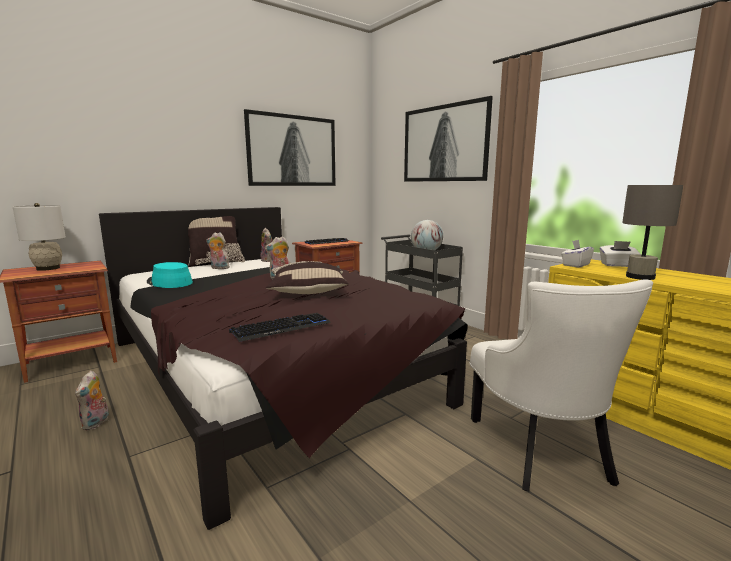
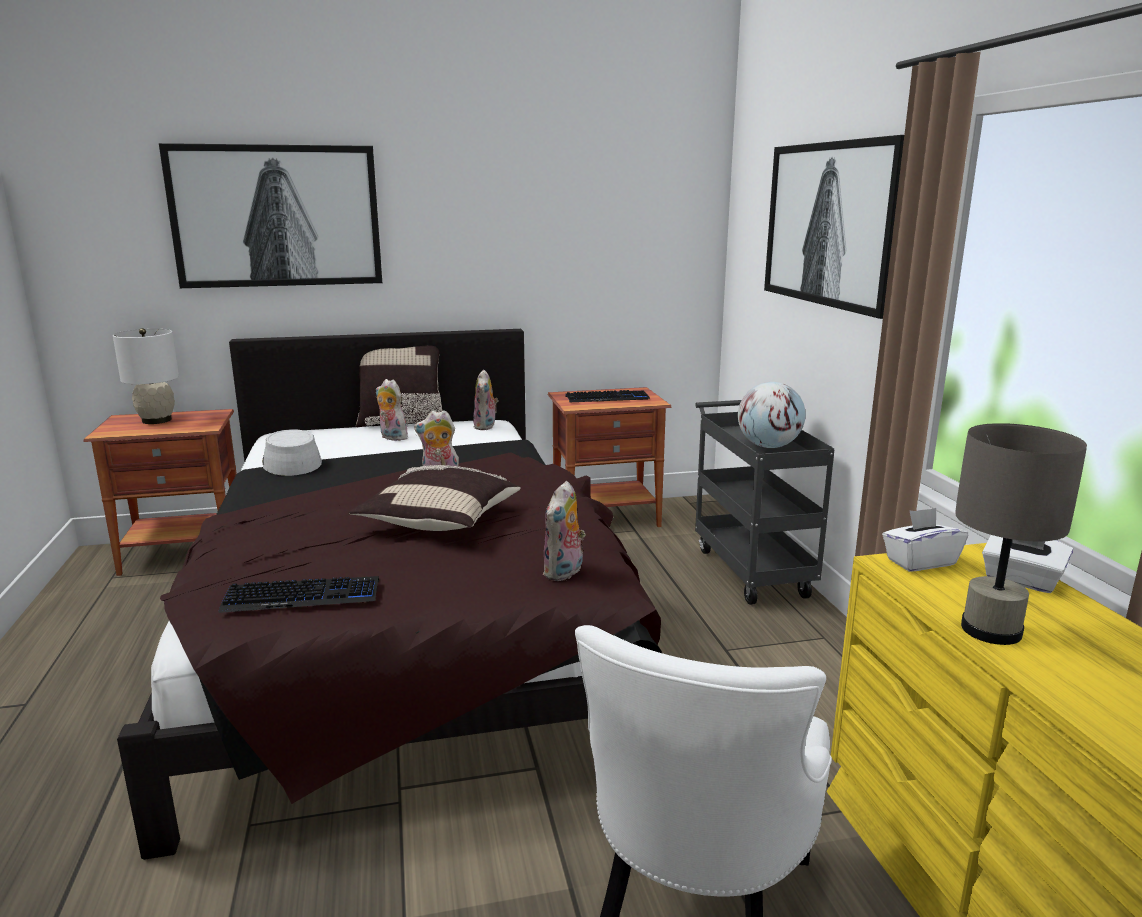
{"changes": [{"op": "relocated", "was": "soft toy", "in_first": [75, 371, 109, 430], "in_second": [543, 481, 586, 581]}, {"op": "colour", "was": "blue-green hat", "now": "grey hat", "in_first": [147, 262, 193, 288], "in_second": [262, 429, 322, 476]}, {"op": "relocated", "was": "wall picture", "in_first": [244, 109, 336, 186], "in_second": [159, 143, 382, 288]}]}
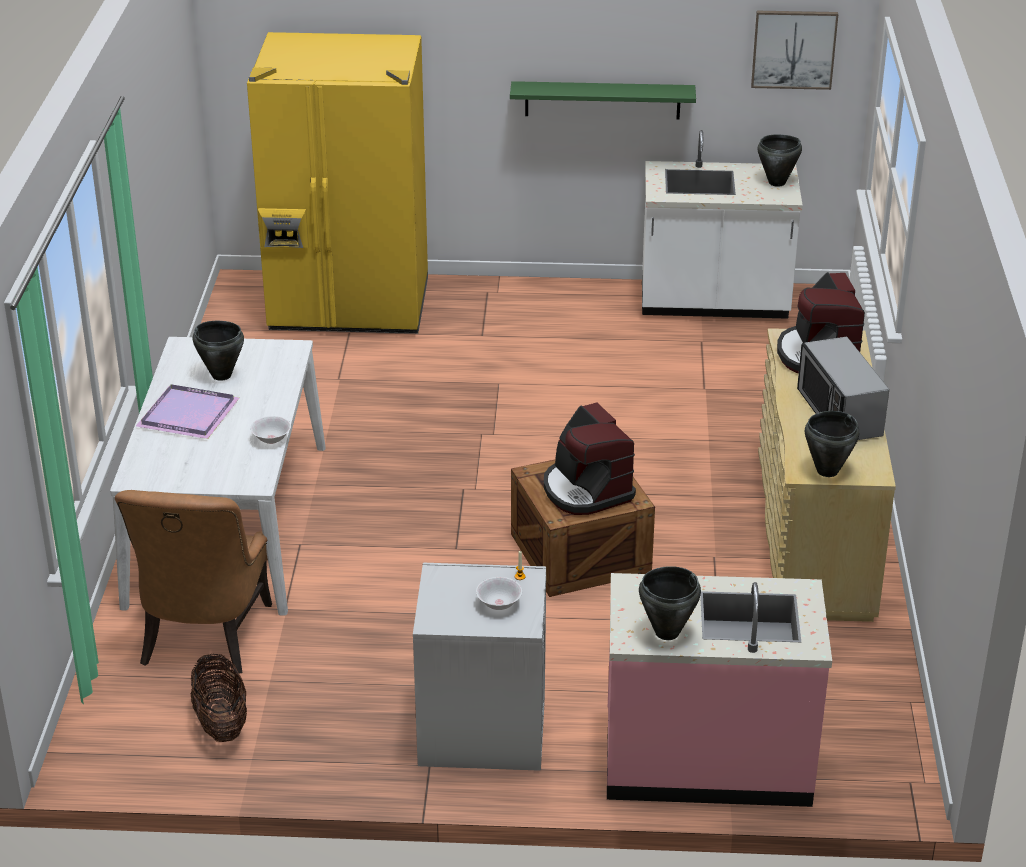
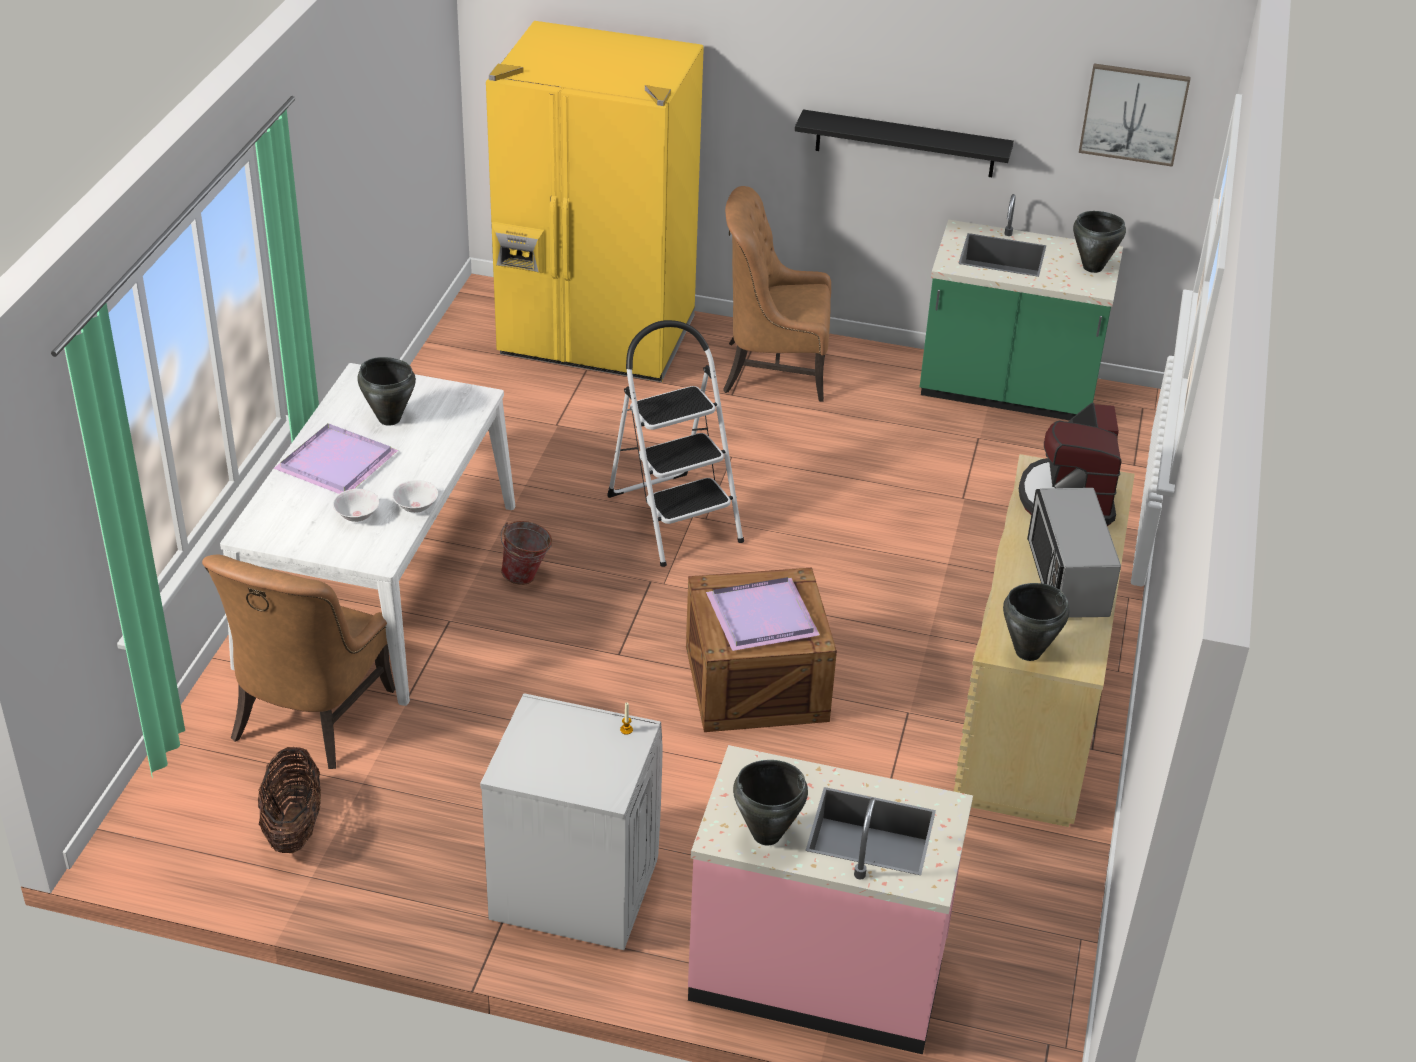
{"changes": [{"op": "relocated", "was": "white serving bowl", "in_first": [476, 577, 522, 610], "in_second": [332, 489, 379, 522]}, {"op": "colour", "was": "greenish bracket shelf", "now": "blackish bracket shelf", "in_first": [510, 81, 696, 119], "in_second": [795, 110, 1014, 177]}, {"op": "exchanged", "was": "coffee brewer", "now": "purple-coloured tray", "in_first": [544, 402, 636, 515], "in_second": [706, 577, 820, 651]}, {"op": "colour", "was": "white counter", "now": "greenish counter", "in_first": [642, 130, 803, 319], "in_second": [920, 194, 1123, 420]}, {"op": "appeared", "now": "bucket", "in_second": [501, 521, 552, 585]}, {"op": "appeared", "now": "stepladder", "in_second": [607, 320, 744, 567]}, {"op": "appeared", "now": "brown chair", "in_second": [723, 186, 831, 402]}]}
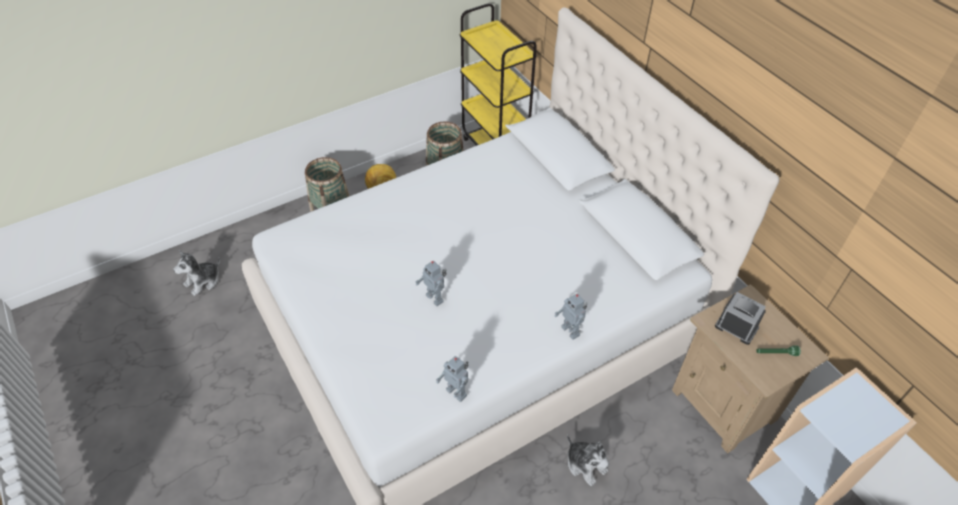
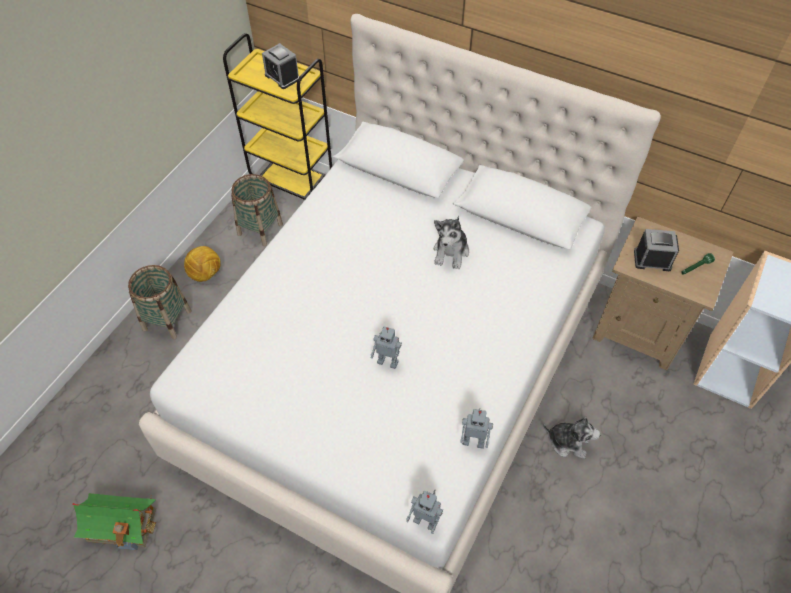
{"changes": [{"op": "relocated", "was": "soft toy", "in_first": [173, 250, 220, 296], "in_second": [434, 216, 469, 270]}, {"op": "relocated", "was": "model robot", "in_first": [555, 294, 588, 340], "in_second": [406, 490, 443, 534]}, {"op": "appeared", "now": "miniature house", "in_second": [72, 493, 156, 550]}, {"op": "appeared", "now": "alarm clock", "in_second": [262, 43, 299, 89]}]}
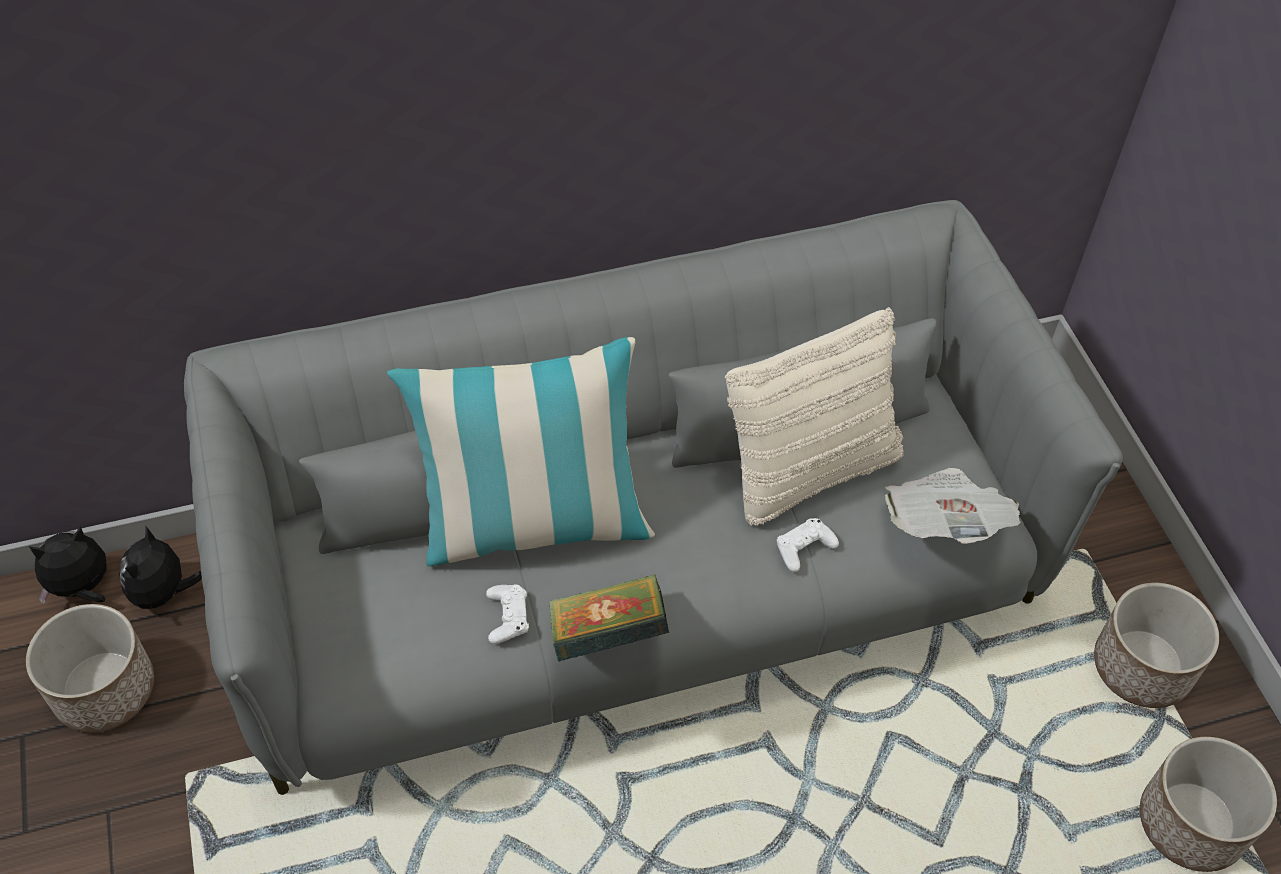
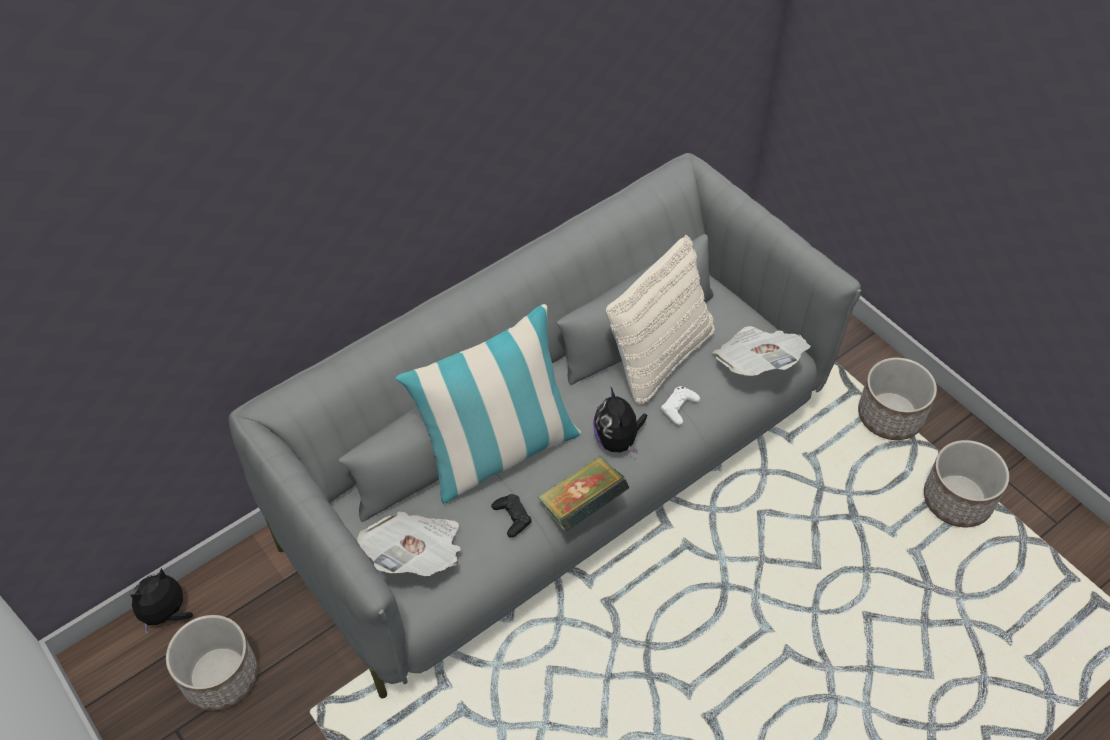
{"changes": [{"op": "relocated", "was": "soft toy", "in_first": [119, 525, 202, 618], "in_second": [593, 388, 647, 454]}, {"op": "colour", "was": "white joypad", "now": "blackish joypad", "in_first": [486, 584, 529, 644], "in_second": [491, 494, 532, 538]}, {"op": "appeared", "now": "printed paper", "in_second": [357, 511, 461, 576]}]}
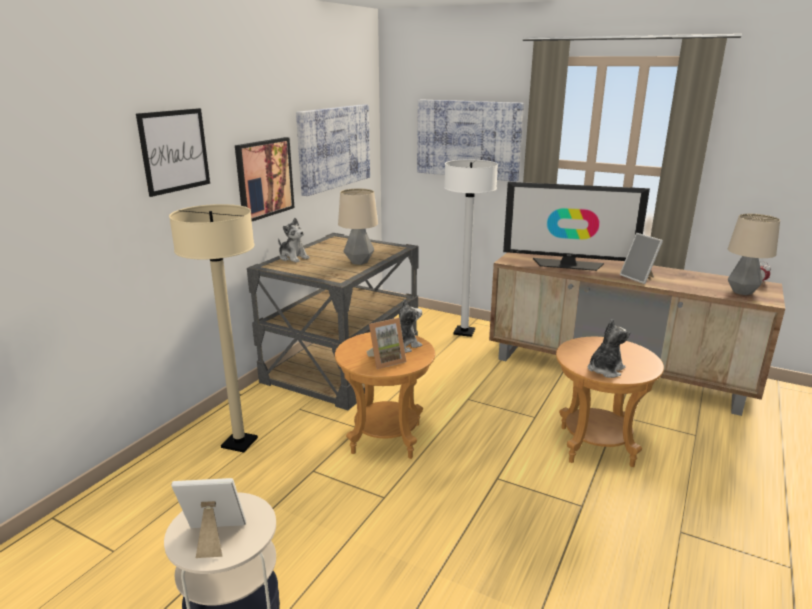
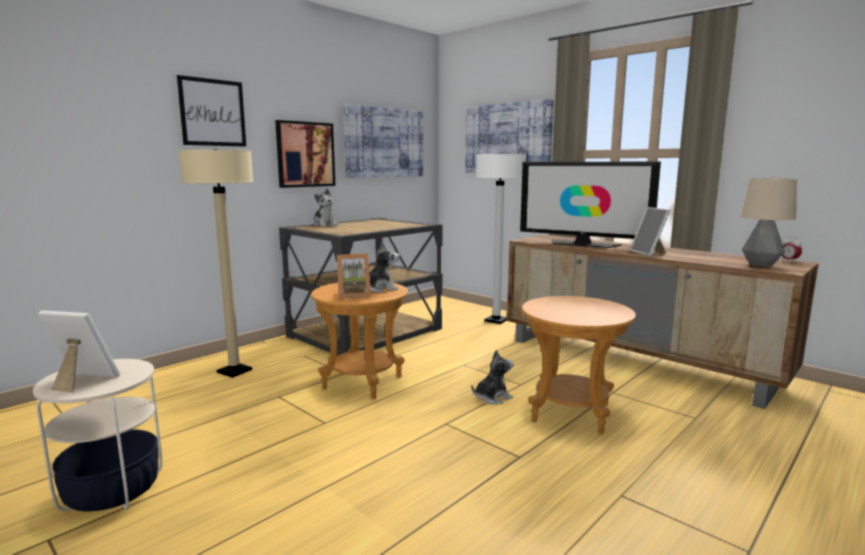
{"changes": [{"op": "missing", "was": "lamp for a table", "in_first": [338, 188, 378, 265]}, {"op": "relocated", "was": "soft toy", "in_first": [588, 319, 631, 378], "in_second": [471, 350, 513, 405]}]}
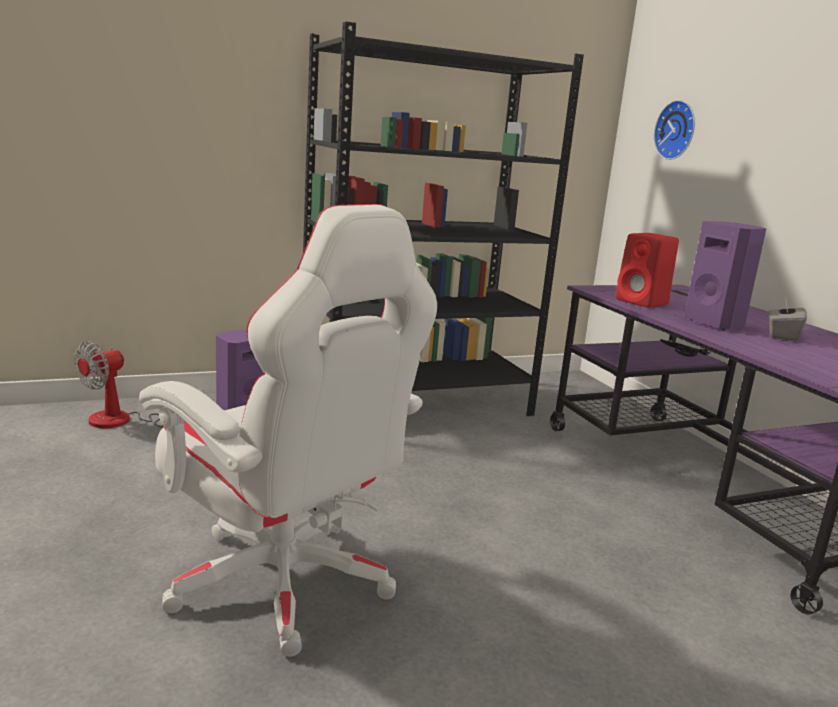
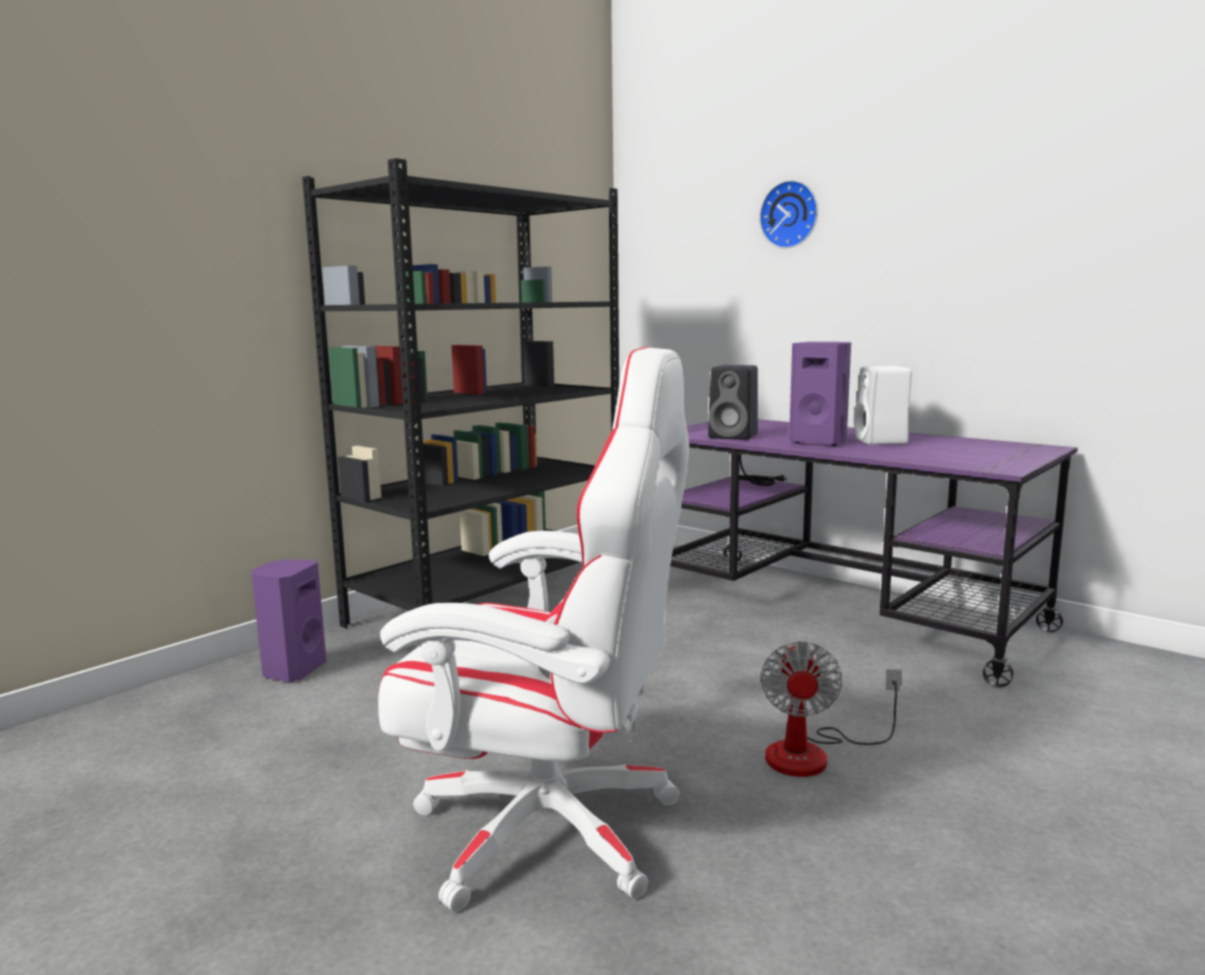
{"changes": [{"op": "relocated", "was": "fan", "in_first": [74, 341, 203, 428], "in_second": [760, 641, 903, 777]}, {"op": "colour", "was": "red-coloured speaker", "now": "blackish speaker", "in_first": [616, 233, 679, 308], "in_second": [708, 365, 758, 440]}, {"op": "relocated", "was": "clock on the wall", "in_first": [654, 100, 695, 160], "in_second": [759, 180, 818, 248]}, {"op": "exchanged", "was": "grey box of tissues", "now": "white speaker", "in_first": [769, 298, 807, 342], "in_second": [854, 366, 912, 445]}]}
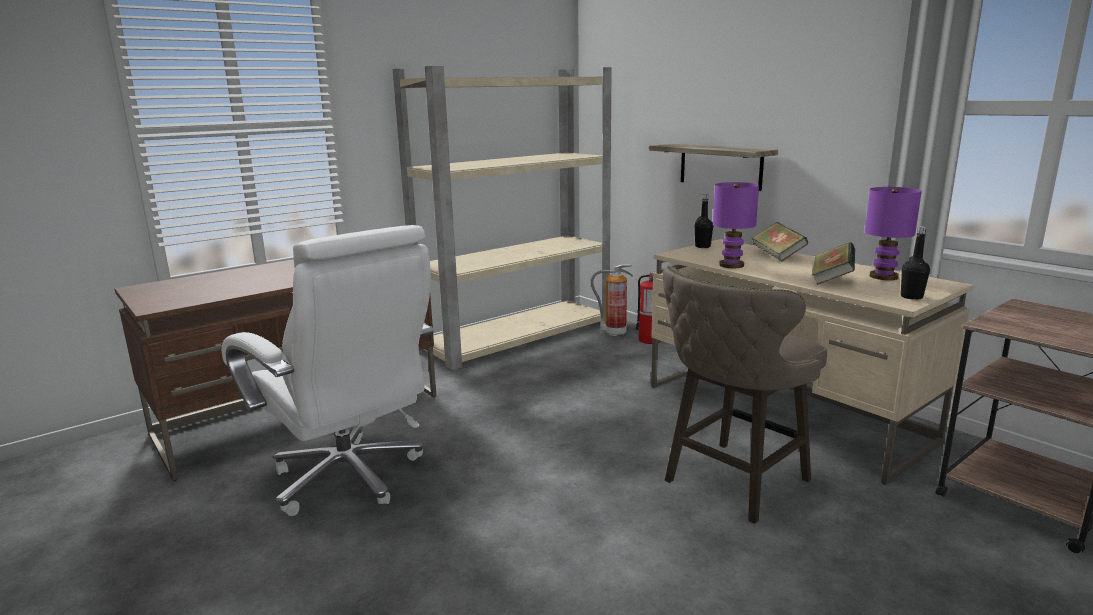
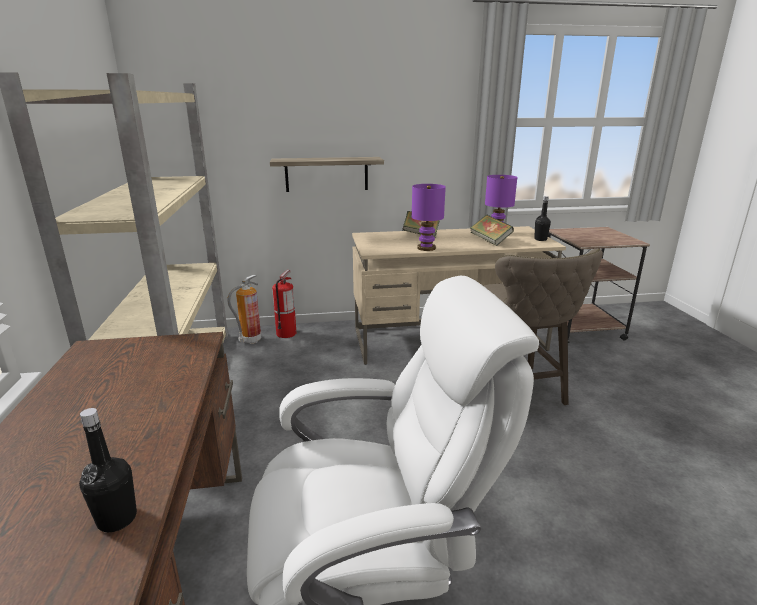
{"changes": [{"op": "relocated", "was": "blackish beverage bottle", "in_first": [695, 194, 713, 248], "in_second": [79, 408, 137, 532]}]}
